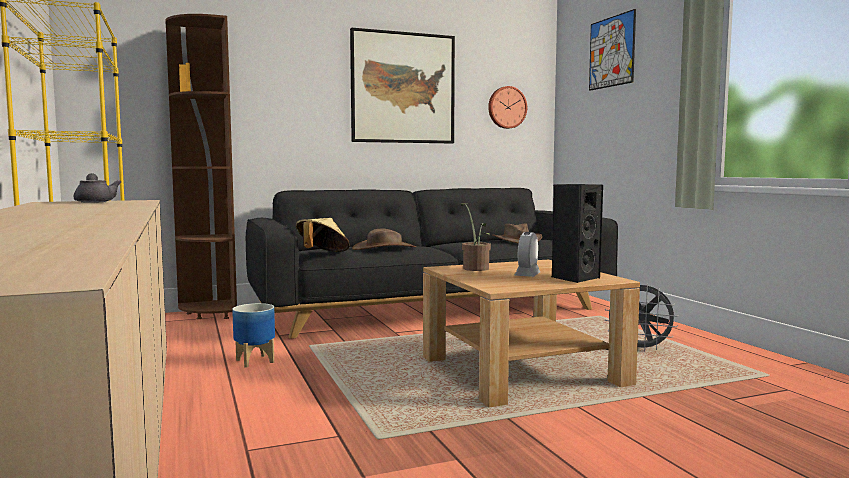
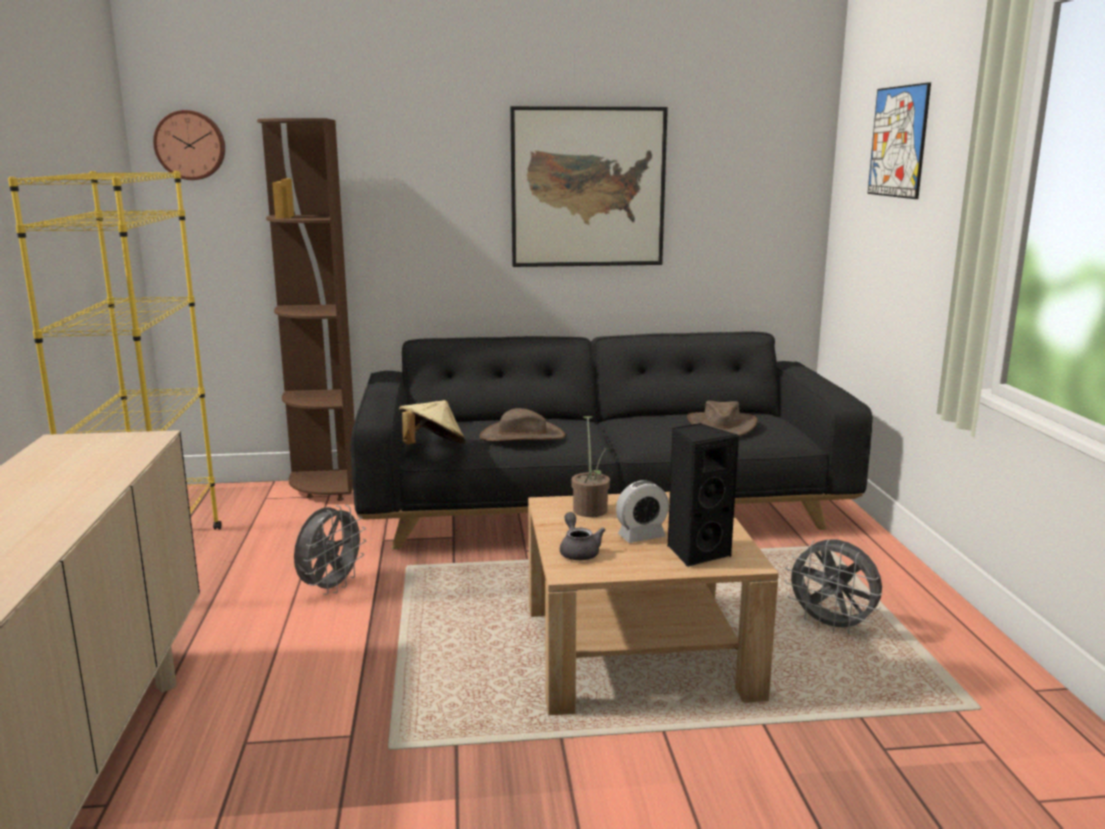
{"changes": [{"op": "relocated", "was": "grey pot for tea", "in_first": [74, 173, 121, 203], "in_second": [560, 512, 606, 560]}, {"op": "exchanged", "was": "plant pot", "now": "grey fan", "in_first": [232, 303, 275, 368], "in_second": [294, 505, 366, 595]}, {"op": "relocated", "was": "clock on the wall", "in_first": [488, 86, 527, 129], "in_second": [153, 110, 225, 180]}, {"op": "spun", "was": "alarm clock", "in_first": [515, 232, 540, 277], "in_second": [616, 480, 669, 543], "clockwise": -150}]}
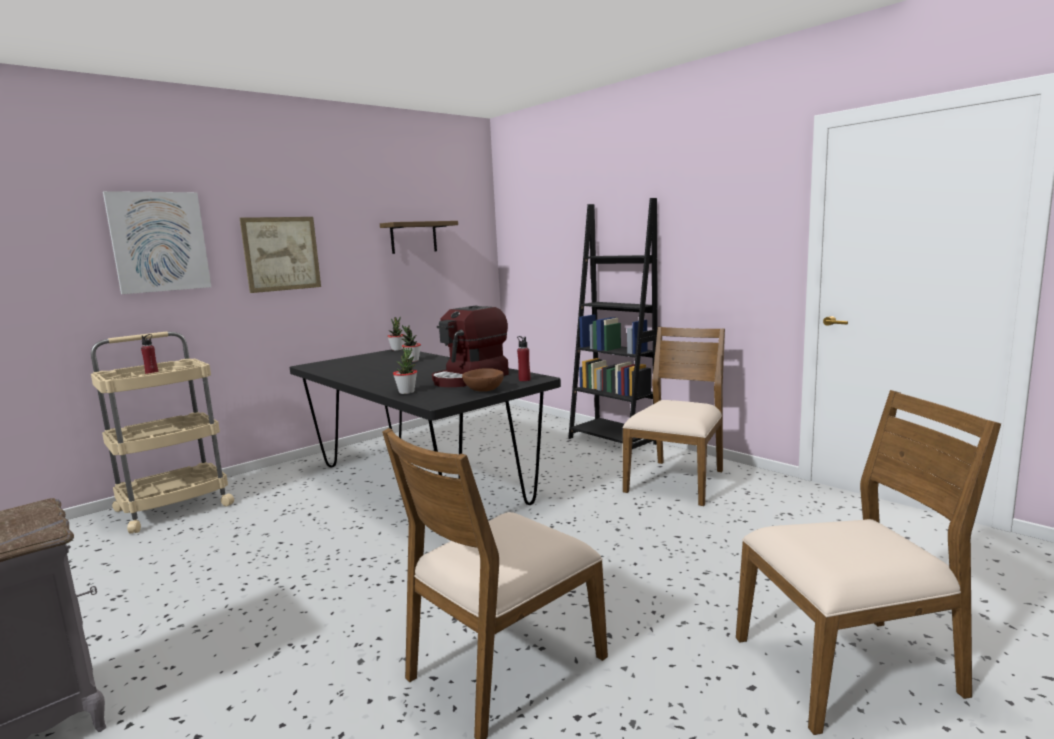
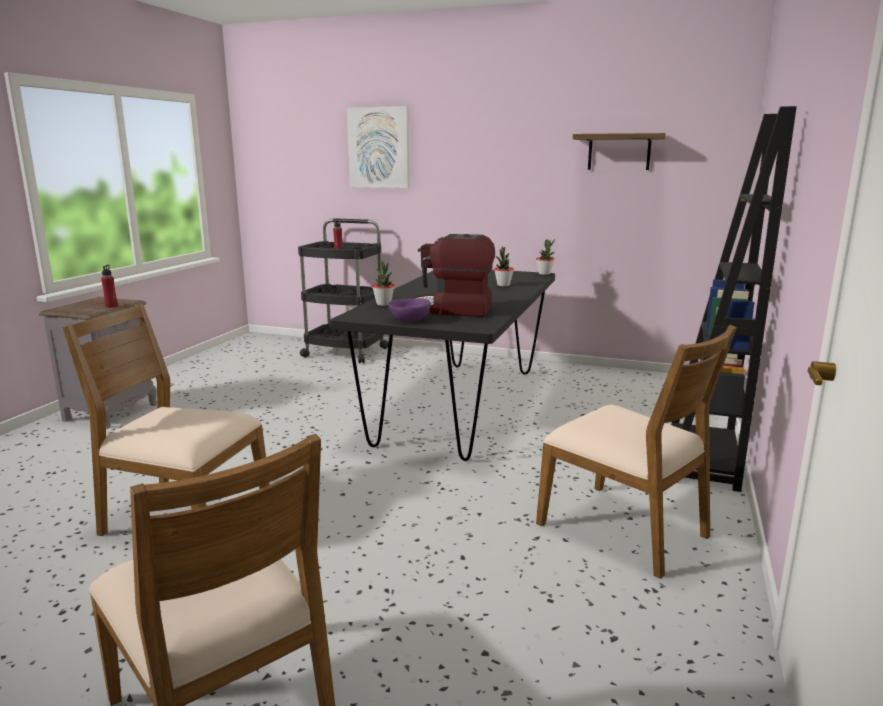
{"changes": [{"op": "colour", "was": "beige wheeled cart", "now": "blackish wheeled cart", "in_first": [91, 331, 234, 533], "in_second": [298, 218, 389, 363]}, {"op": "missing", "was": "wall picture", "in_first": [240, 217, 321, 293]}, {"op": "colour", "was": "brown serving bowl", "now": "purple-coloured serving bowl", "in_first": [462, 368, 504, 392], "in_second": [388, 298, 431, 322]}, {"op": "relocated", "was": "red-coloured beverage bottle", "in_first": [517, 336, 531, 381], "in_second": [101, 265, 118, 308]}, {"op": "spun", "was": "brown chair", "in_first": [622, 327, 725, 506], "in_second": [536, 325, 737, 579], "clockwise": 45}]}
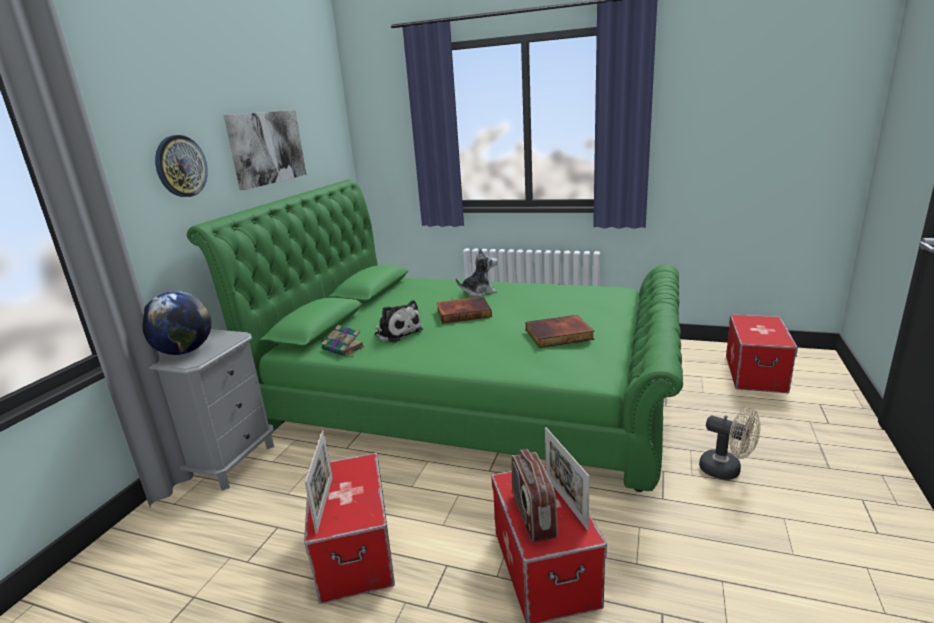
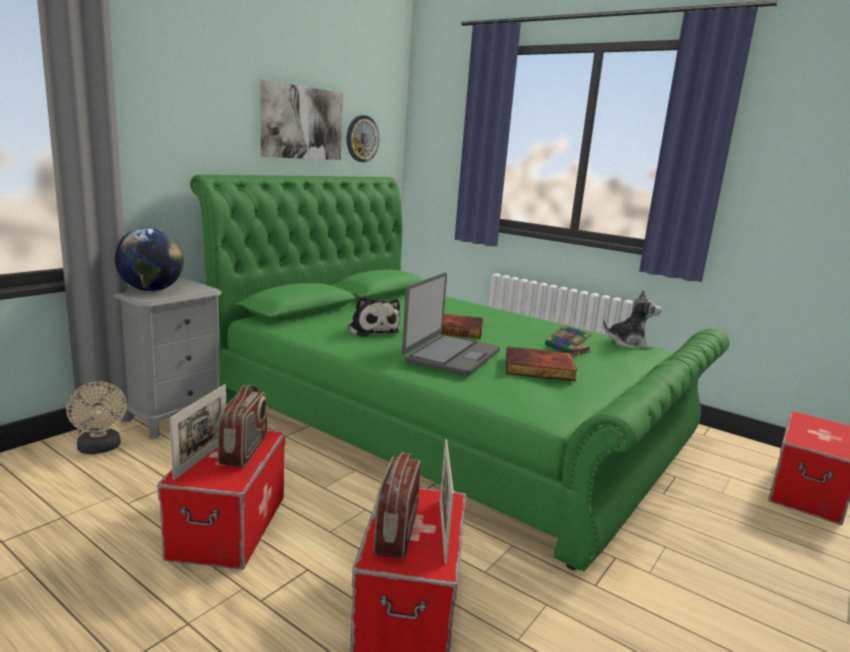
{"changes": [{"op": "relocated", "was": "clock on the wall", "in_first": [155, 135, 208, 197], "in_second": [347, 115, 379, 162]}, {"op": "relocated", "was": "volume", "in_first": [322, 325, 365, 356], "in_second": [545, 325, 591, 356]}, {"op": "relocated", "was": "soft toy", "in_first": [456, 248, 497, 297], "in_second": [603, 290, 662, 349]}, {"op": "relocated", "was": "beige fan", "in_first": [699, 408, 761, 480], "in_second": [66, 382, 127, 454]}, {"op": "appeared", "now": "radio set", "in_second": [217, 385, 267, 467]}, {"op": "appeared", "now": "portable computer", "in_second": [402, 272, 500, 376]}]}
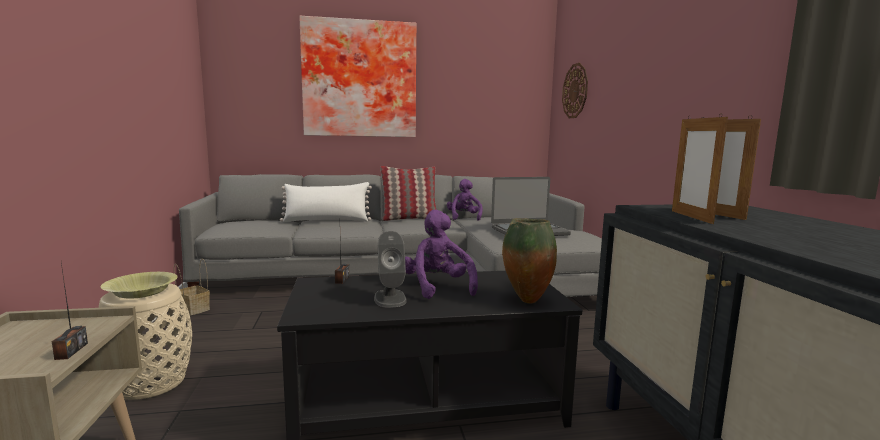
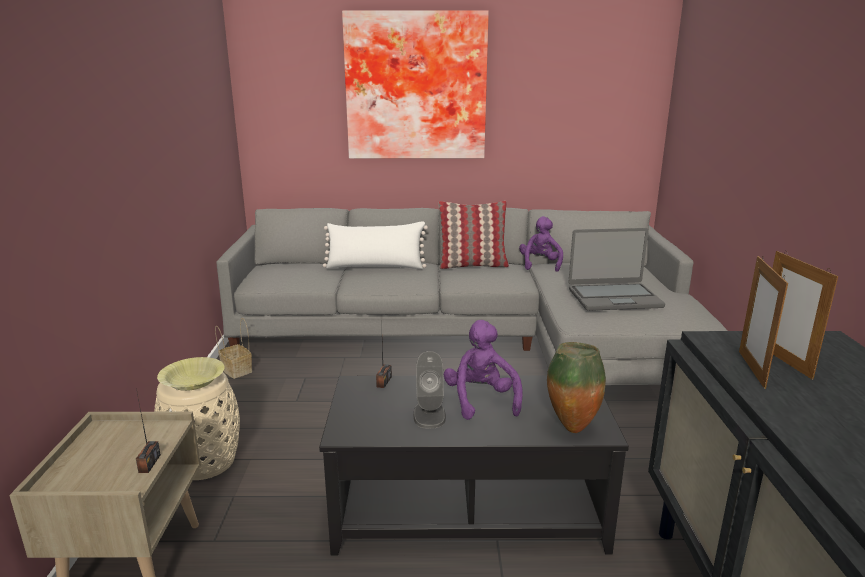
{"changes": [{"op": "missing", "was": "clock on the wall", "in_first": [562, 63, 588, 118]}]}
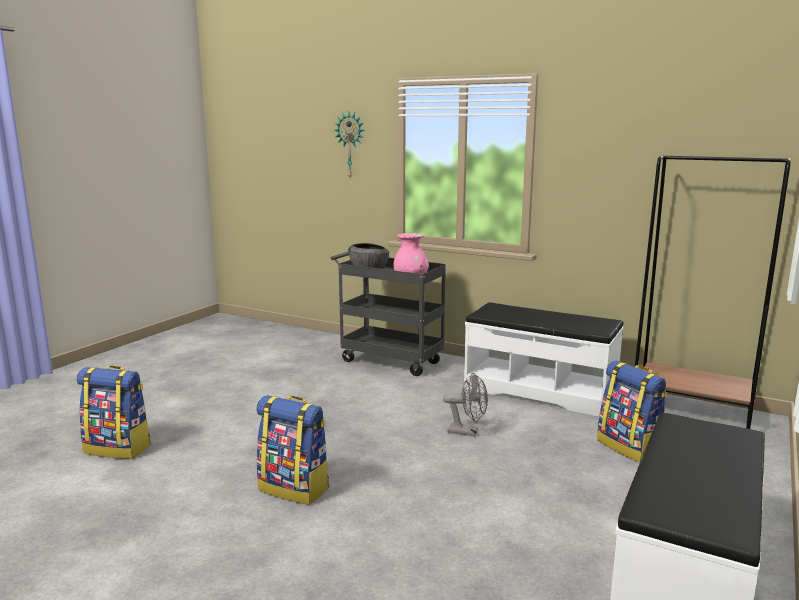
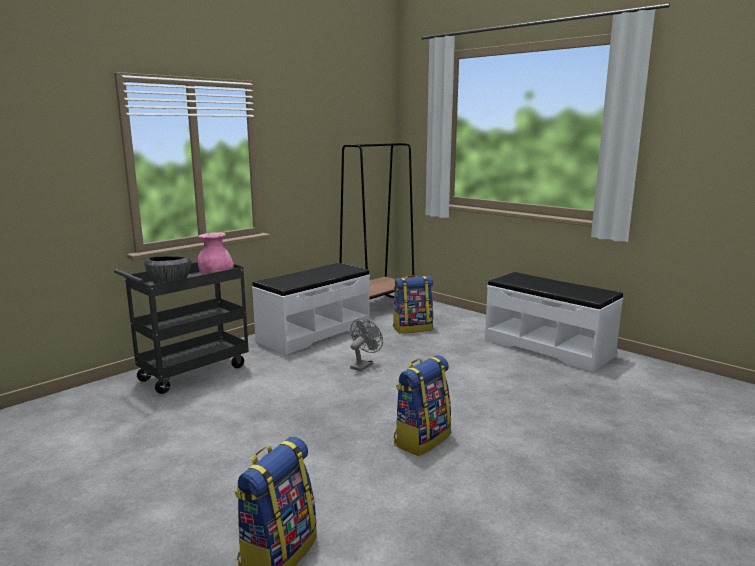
{"changes": [{"op": "missing", "was": "clock on the wall", "in_first": [334, 112, 365, 178]}]}
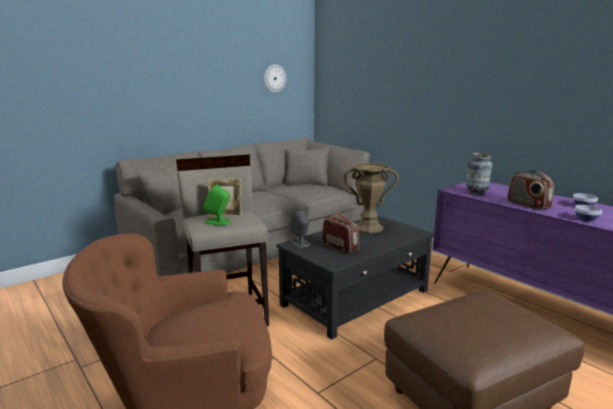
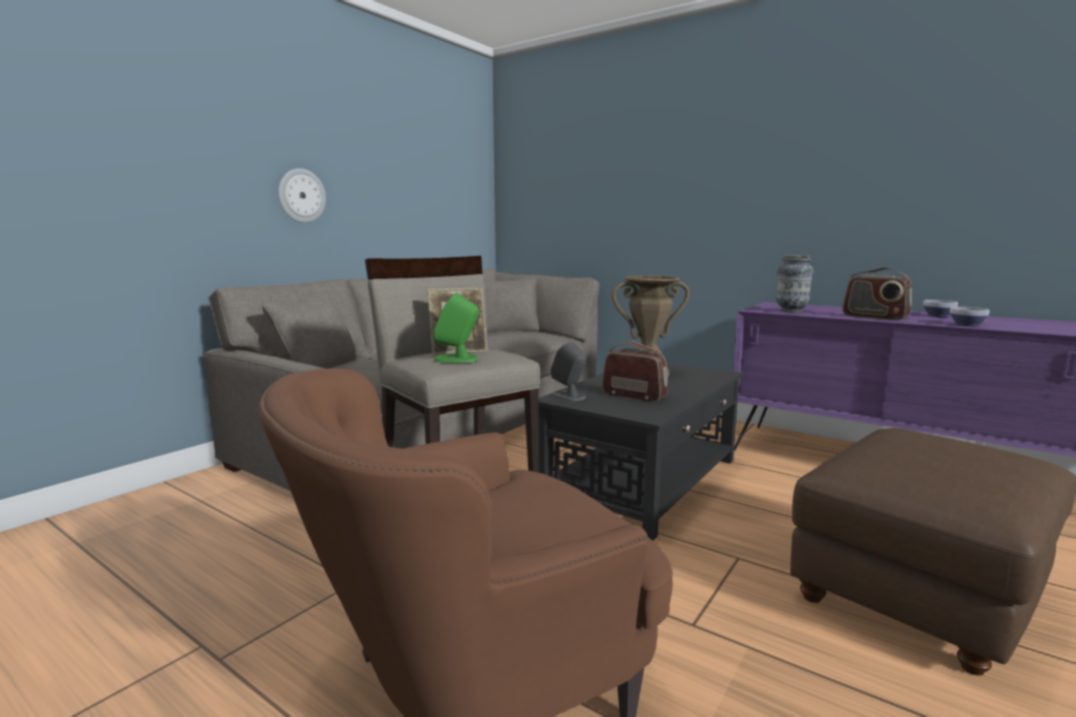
{"changes": [{"op": "relocated", "was": "clock on the wall", "in_first": [264, 64, 286, 93], "in_second": [278, 168, 326, 223]}]}
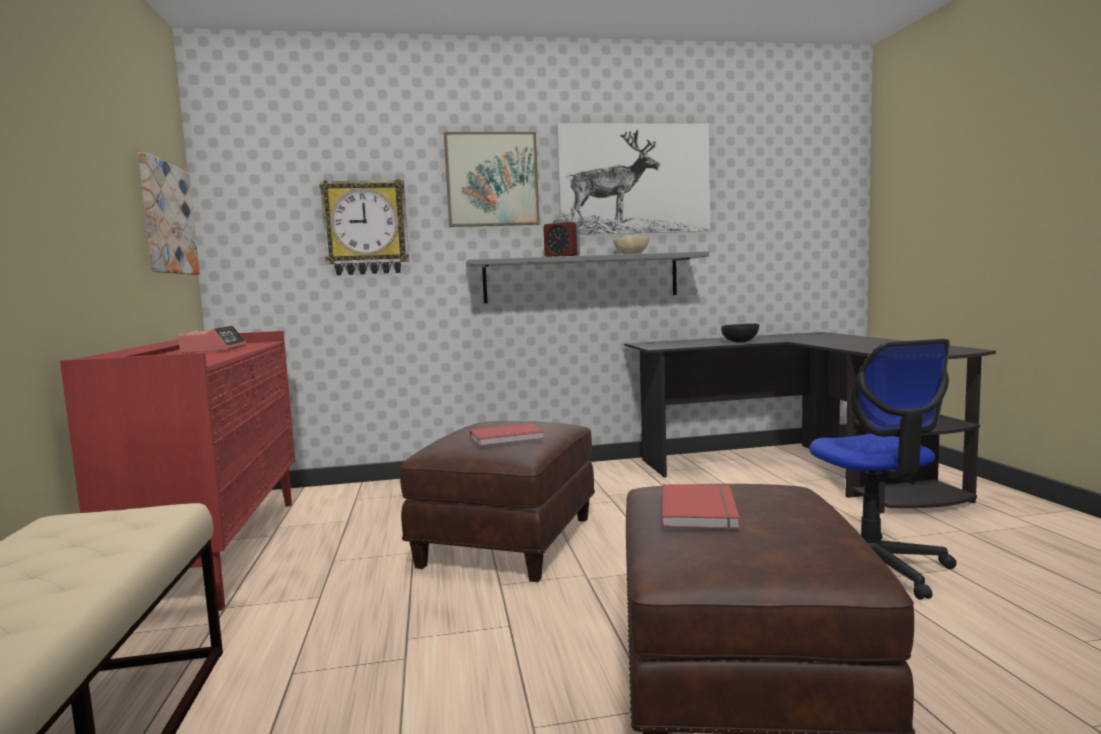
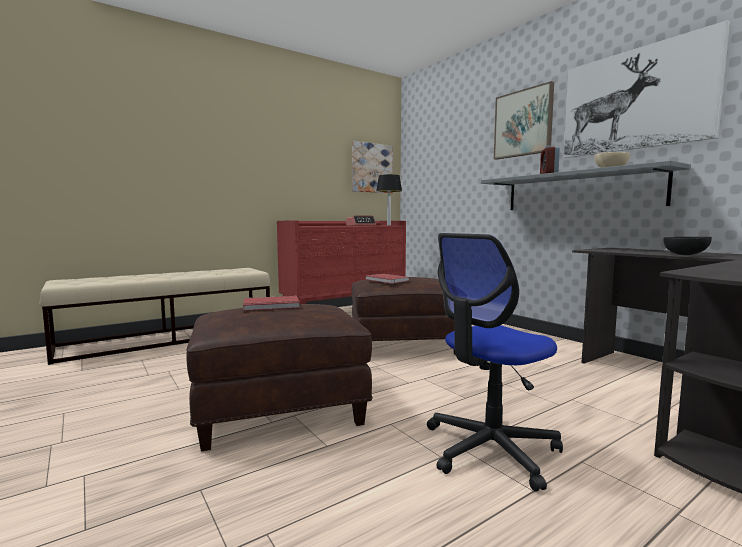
{"changes": [{"op": "missing", "was": "clock on the wall", "in_first": [319, 179, 409, 275]}, {"op": "appeared", "now": "lamp for a table", "in_second": [376, 174, 402, 226]}]}
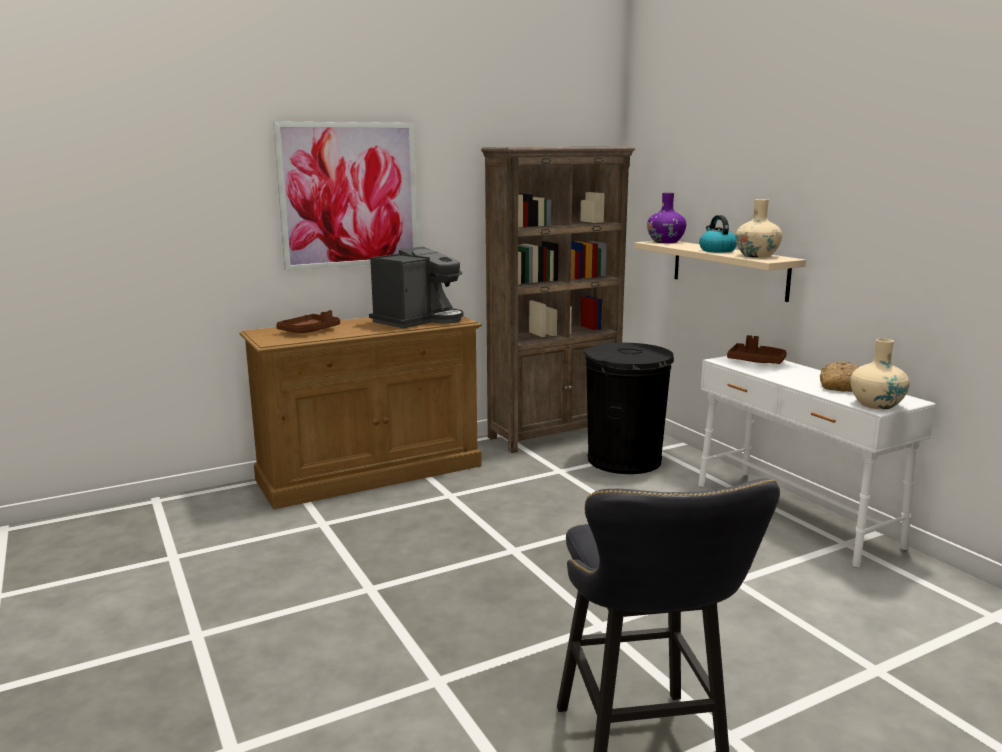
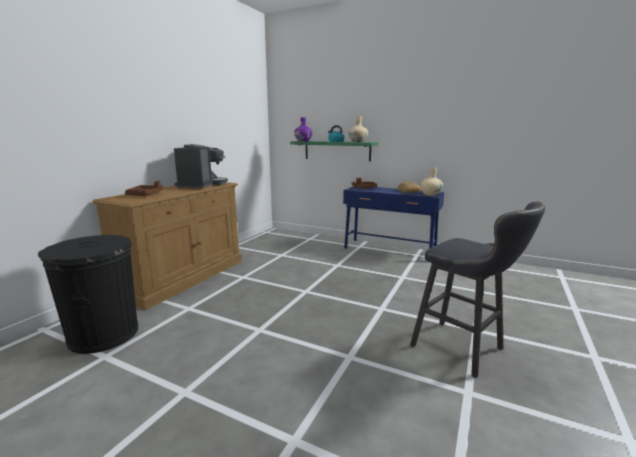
{"changes": [{"op": "missing", "was": "wall picture", "in_first": [273, 121, 418, 271]}, {"op": "missing", "was": "brown bookcase", "in_first": [481, 147, 635, 453]}, {"op": "relocated", "was": "blackish rubbish bin", "in_first": [584, 343, 674, 474], "in_second": [38, 235, 138, 354]}, {"op": "colour", "was": "beige bracket shelf", "now": "greenish bracket shelf", "in_first": [634, 241, 806, 302], "in_second": [290, 141, 378, 162]}, {"op": "colour", "was": "white hall table", "now": "blue-coloured hall table", "in_first": [698, 356, 936, 567], "in_second": [343, 186, 444, 249]}]}
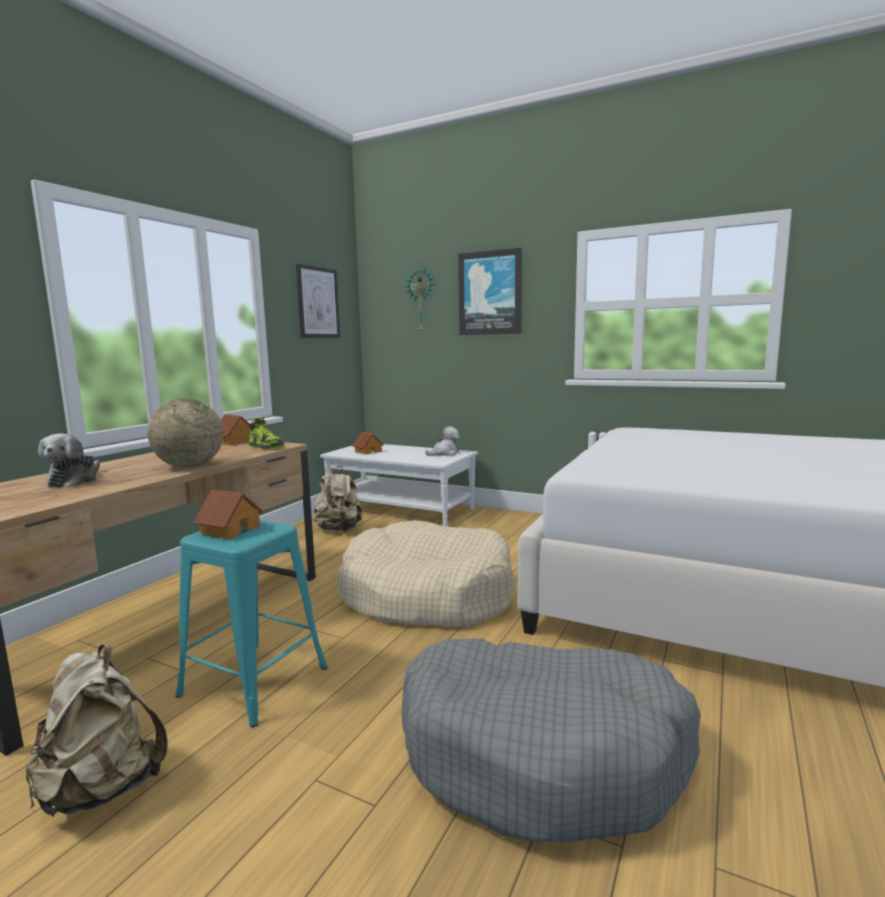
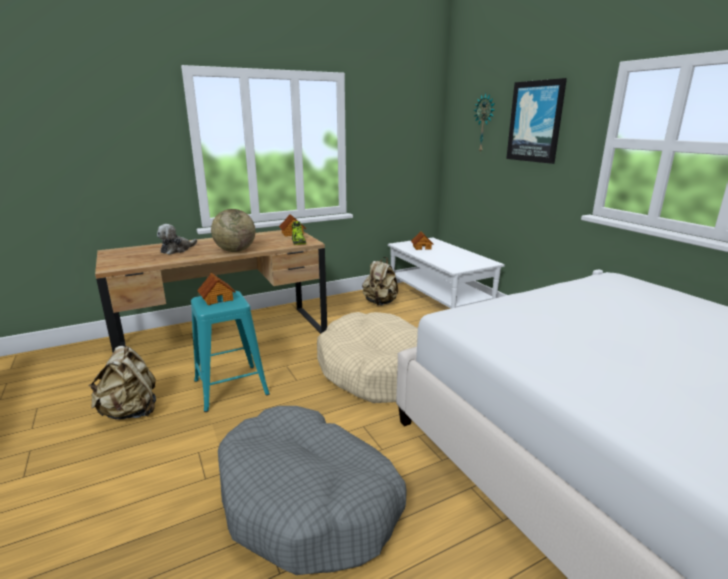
{"changes": [{"op": "missing", "was": "wall picture", "in_first": [296, 264, 340, 338]}, {"op": "missing", "was": "soft toy", "in_first": [425, 427, 459, 456]}]}
